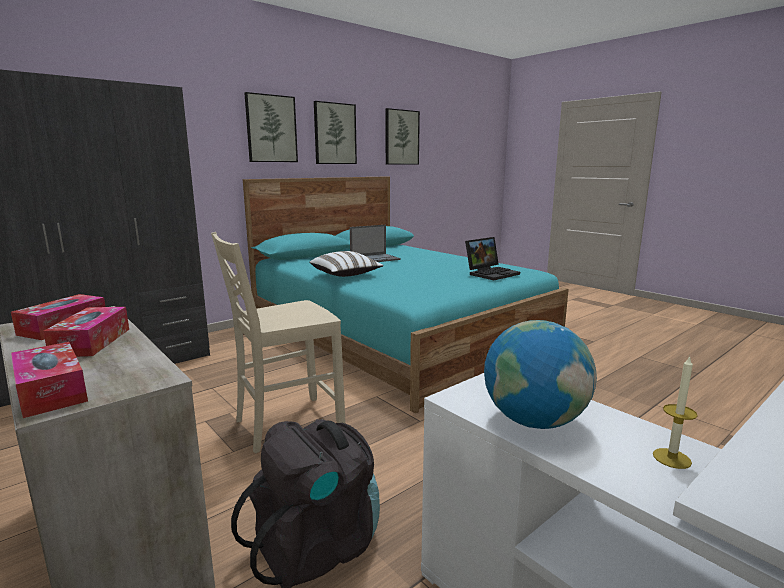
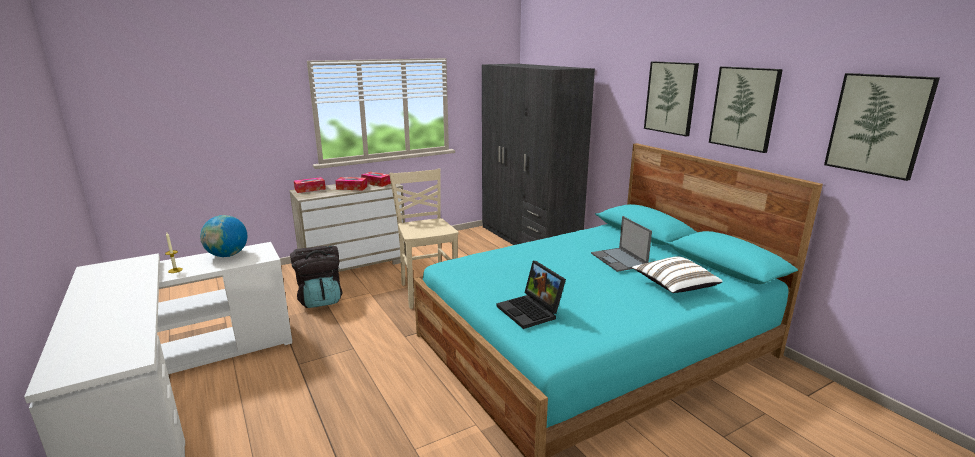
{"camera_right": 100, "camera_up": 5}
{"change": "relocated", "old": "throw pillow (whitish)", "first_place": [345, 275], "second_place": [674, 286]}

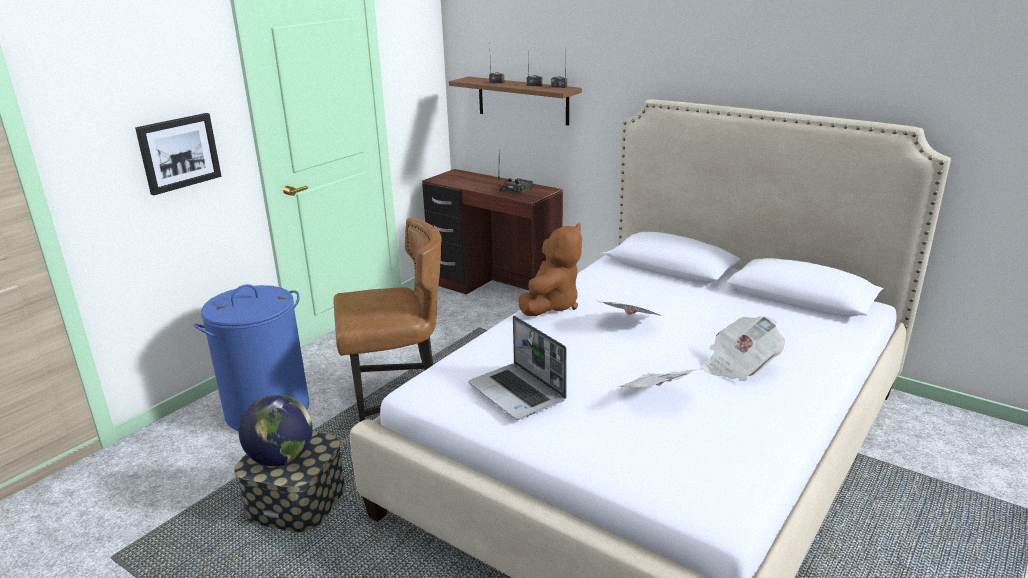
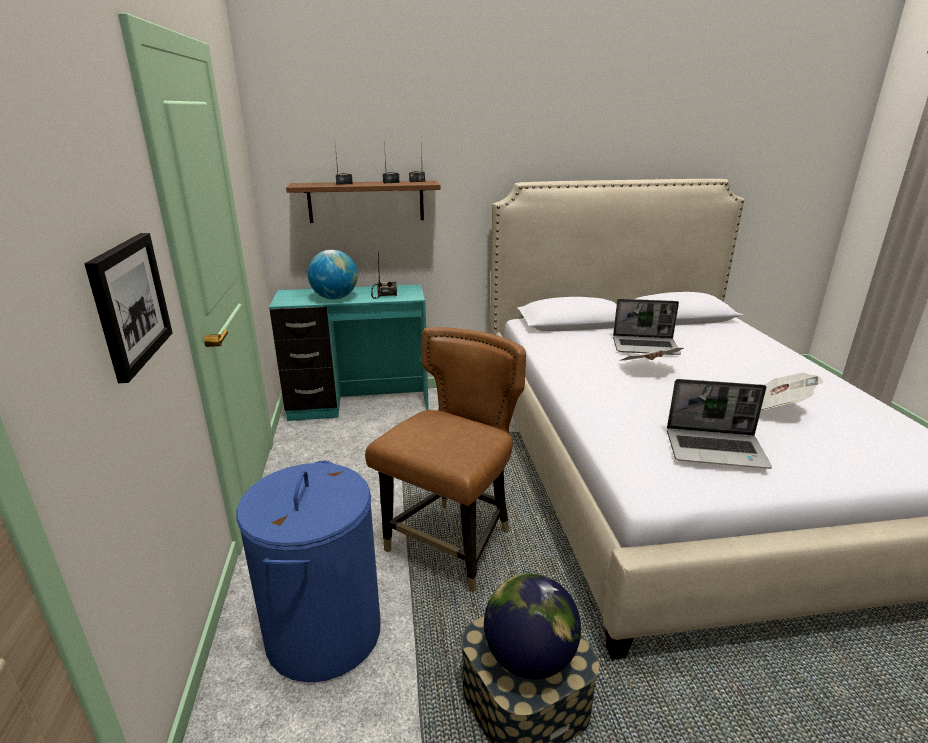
{"camera_right": -45, "camera_up": 0}
{"change": "colour", "old": "desk (brown)", "new": "desk (blue-green)", "first_place": [494, 291], "second_place": [359, 406]}
{"change": "missing", "old": "plush toy (brown)", "first_place": [551, 305]}
{"change": "missing", "old": "newspaper", "first_place": [739, 366]}
{"change": "appeared", "new": "world globe", "second_place": [335, 298]}
{"change": "appeared", "new": "portable computer", "second_place": [646, 346]}

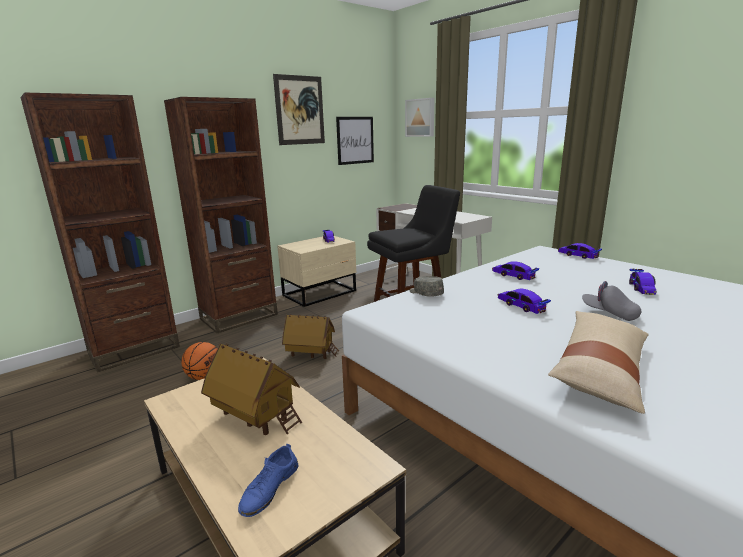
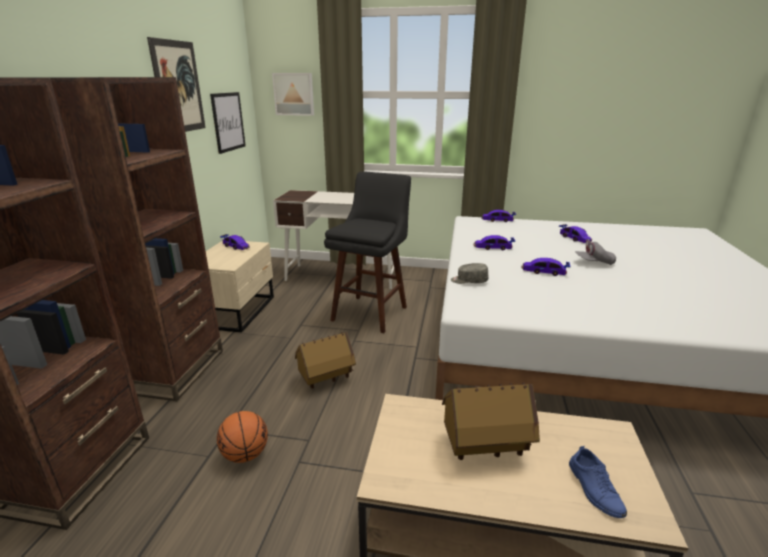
{"camera_right": -40, "camera_up": 5}
{"change": "missing", "old": "throw pillow (beige)", "first_place": [600, 370]}

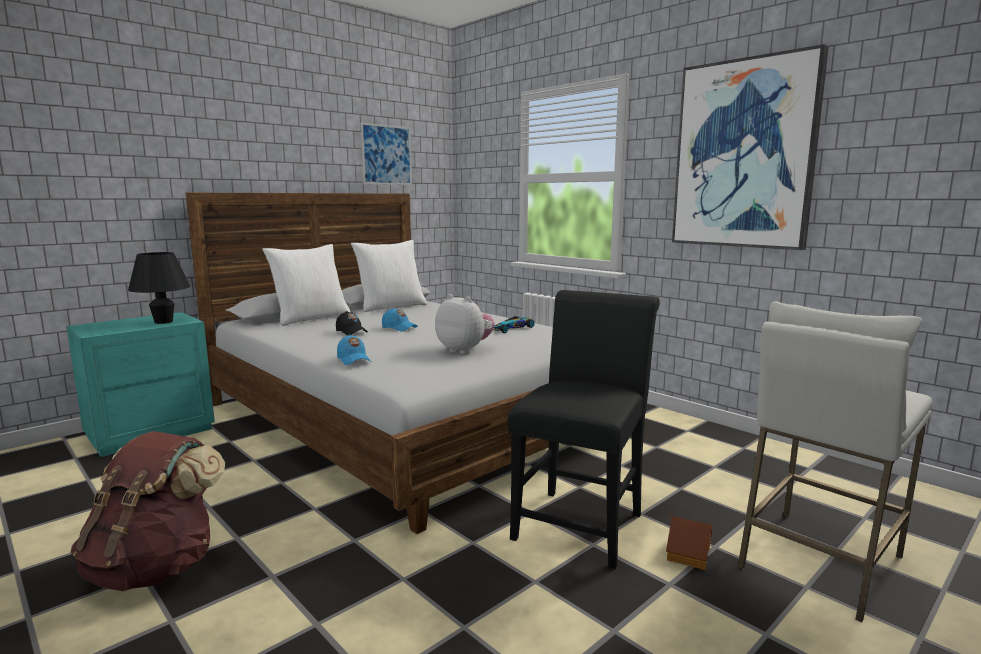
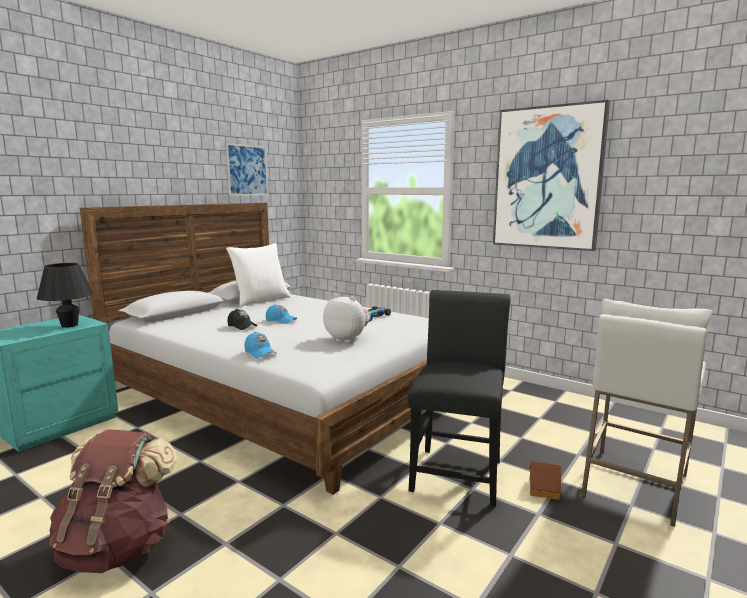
{"camera_right": -10, "camera_up": 0}
{"change": "missing", "old": "throw pillow (whitish)", "first_place": [311, 318]}

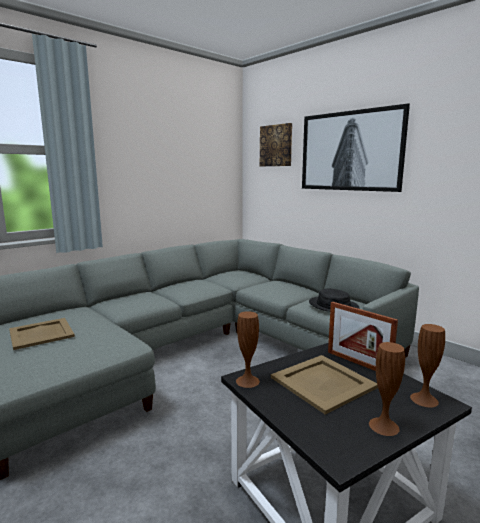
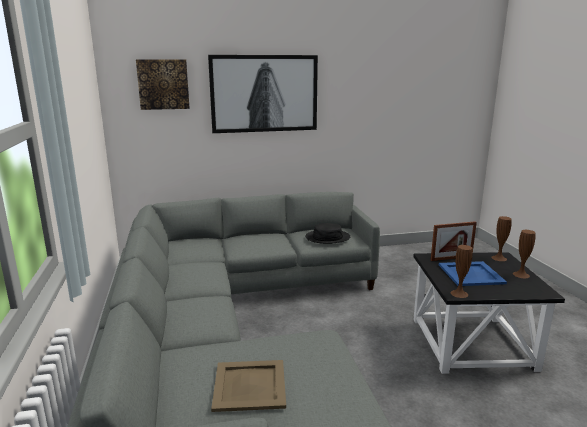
{"camera_right": -60, "camera_up": 5}
{"change": "colour", "old": "carrying tray (beige)", "new": "carrying tray (blue-coloured)", "first_place": [322, 382], "second_place": [470, 274]}

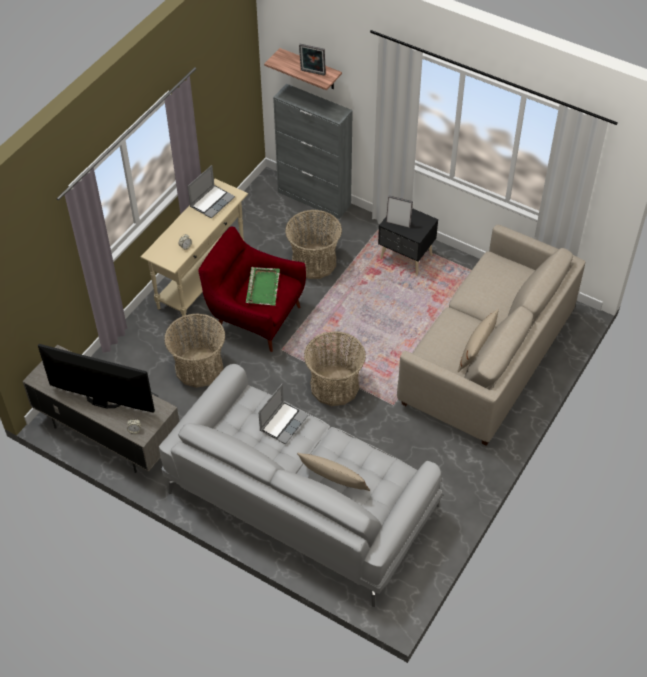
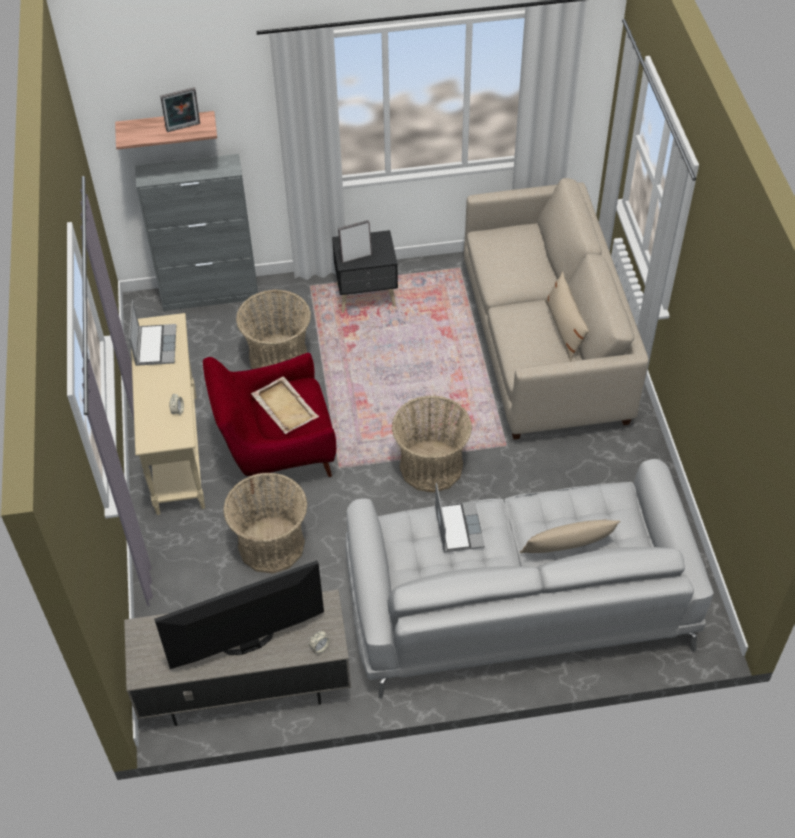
{"camera_right": -40, "camera_up": 0}
{"change": "colour", "old": "carrying tray (green)", "new": "carrying tray (beige)", "first_place": [263, 287], "second_place": [284, 406]}

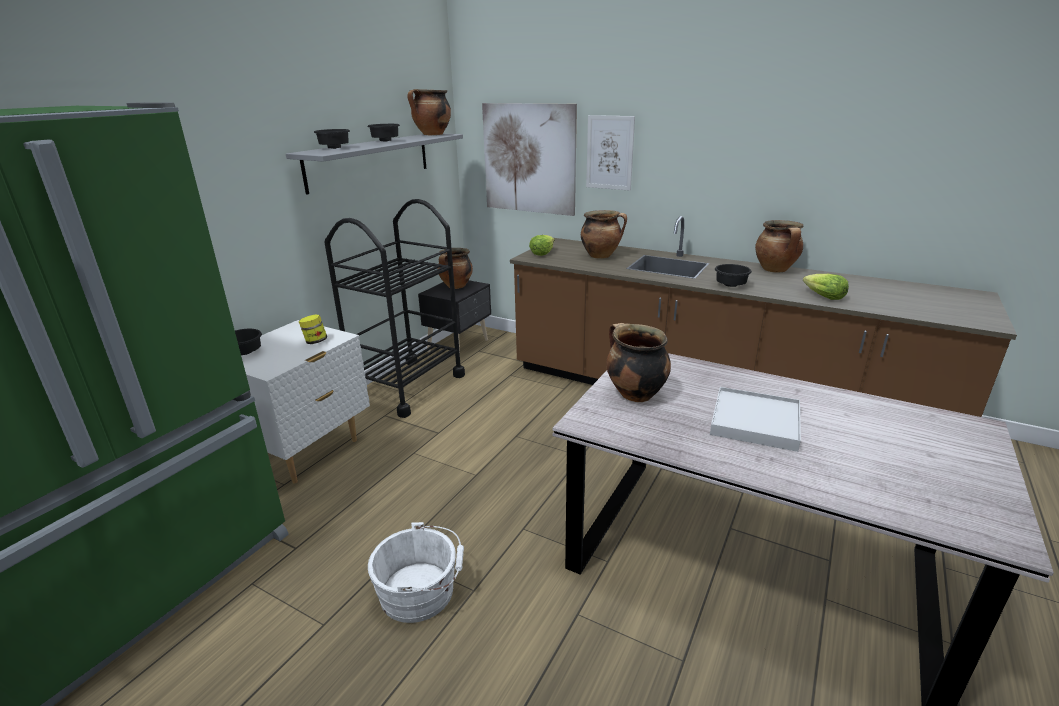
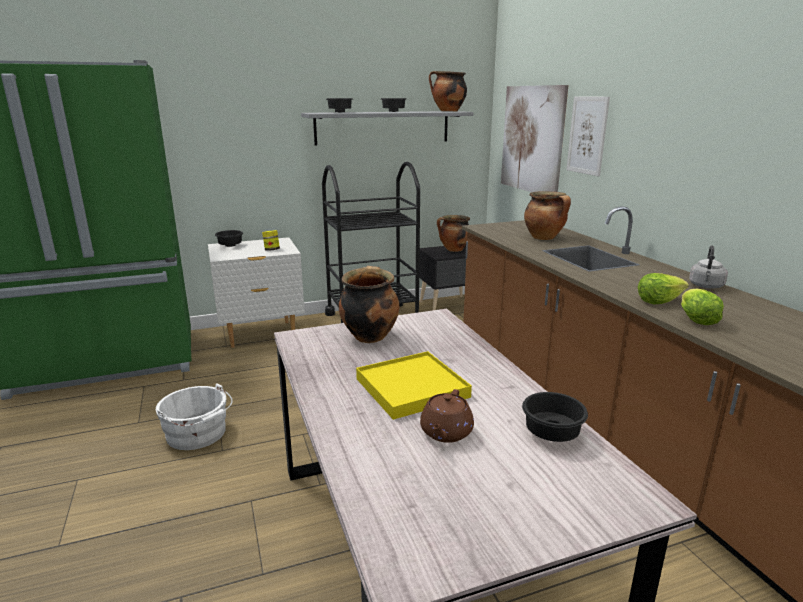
{"camera_right": 40, "camera_up": -5}
{"change": "relocated", "old": "head of lettuce", "first_place": [542, 253], "second_place": [658, 301]}
{"change": "colour", "old": "carrying tray (whitish)", "new": "carrying tray (yellowish)", "first_place": [755, 422], "second_place": [412, 388]}
{"change": "relocated", "old": "deep dish (black)", "first_place": [730, 285], "second_place": [552, 432]}
{"change": "exchanged", "old": "cooking pot", "new": "water kettle (gray)", "first_place": [776, 270], "second_place": [706, 286]}
{"change": "appeared", "new": "pot for tea (brown)", "second_place": [446, 433]}

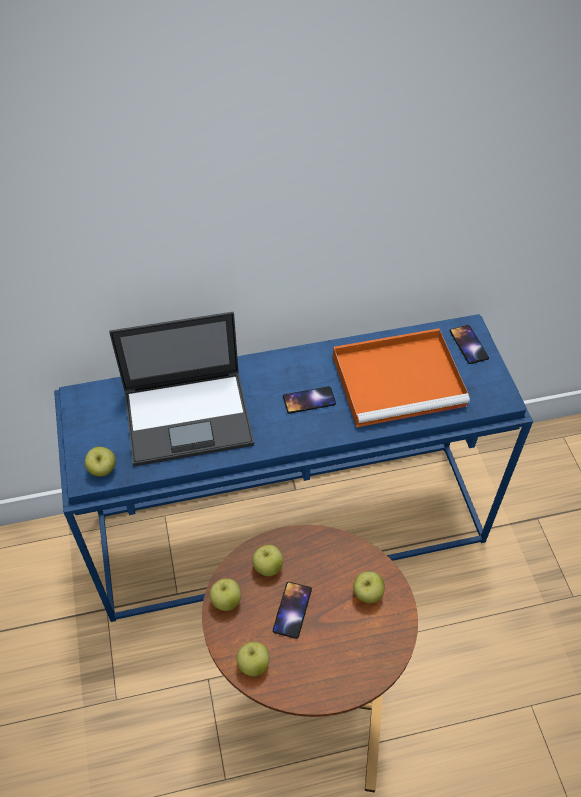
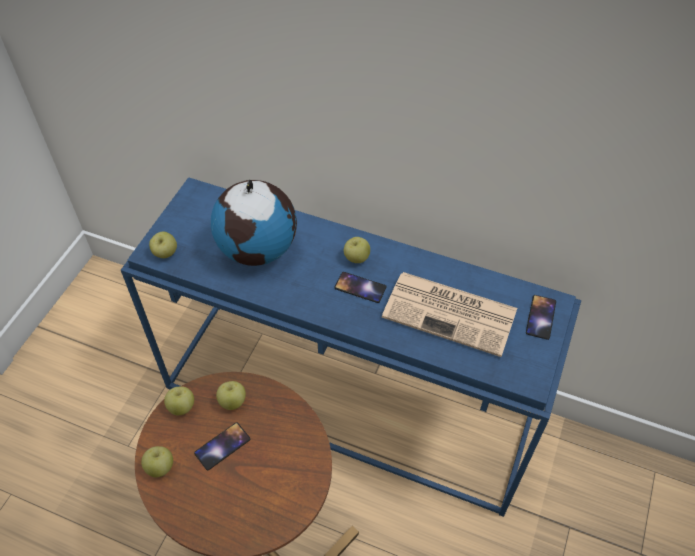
{"camera_right": 35, "camera_up": 0}
{"change": "exchanged", "old": "portable computer", "new": "world globe", "first_place": [189, 416], "second_place": [258, 249]}
{"change": "exchanged", "old": "carrying tray (orangey)", "new": "newspaper", "first_place": [400, 379], "second_place": [452, 313]}
{"change": "relocated", "old": "apple fruit", "first_place": [367, 594], "second_place": [356, 258]}

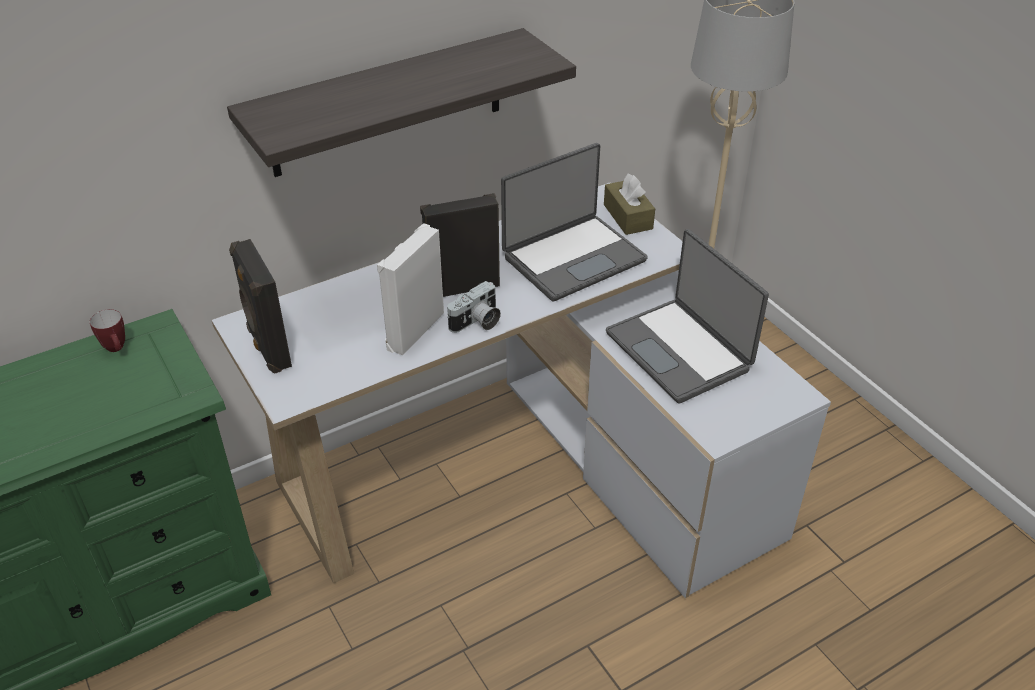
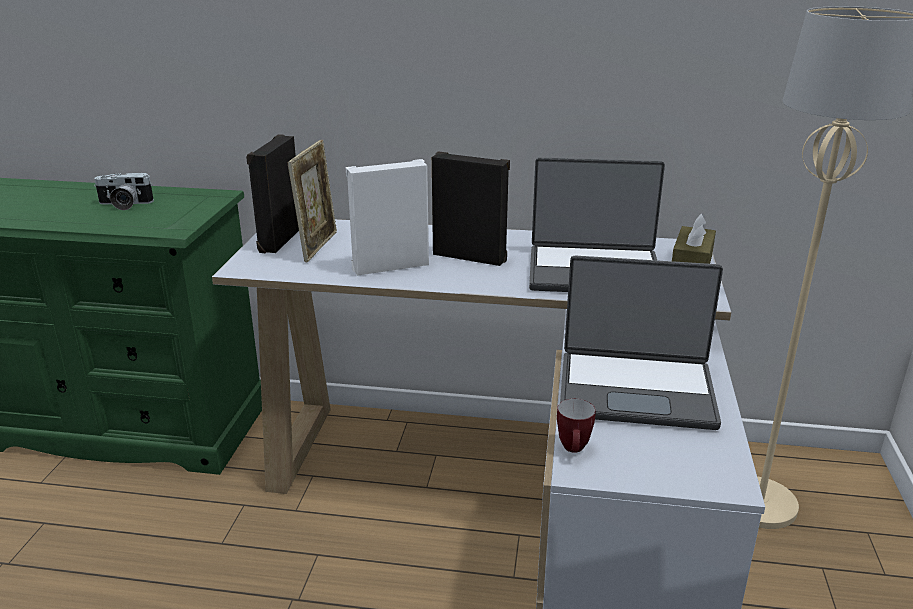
{"camera_right": 40, "camera_up": -15}
{"change": "relocated", "old": "tea mug", "first_place": [117, 349], "second_place": [574, 450]}
{"change": "missing", "old": "shelf", "first_place": [387, 103]}
{"change": "relocated", "old": "still camera", "first_place": [477, 322], "second_place": [124, 205]}
{"change": "spun", "old": "portable computer", "first_place": [680, 351], "second_place": [636, 390], "degrees": -90}
{"change": "appeared", "new": "photo frame", "second_place": [318, 246]}

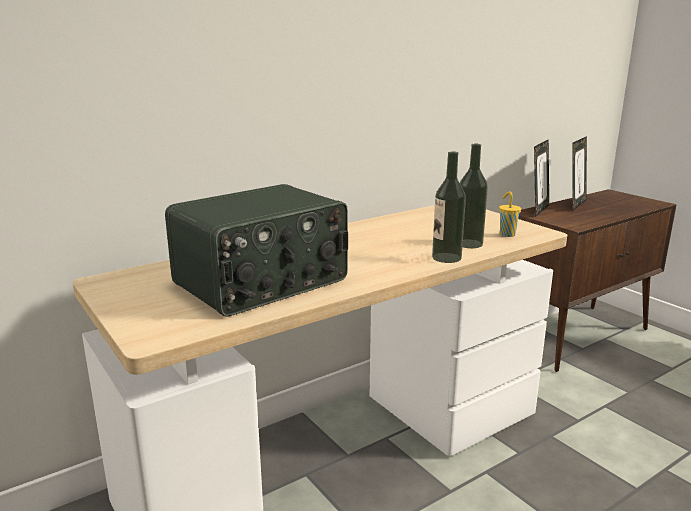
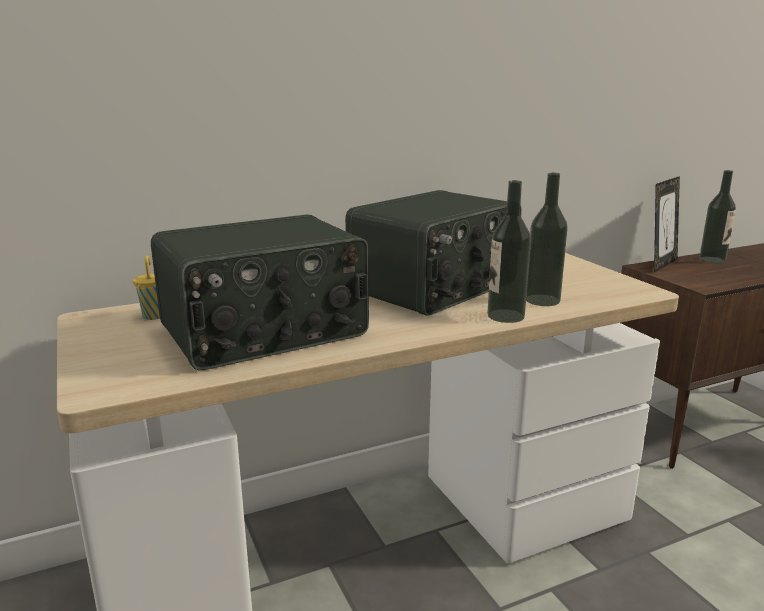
{"camera_right": 10, "camera_up": 0}
{"change": "relocated", "old": "small cup (yellowish)", "first_place": [506, 234], "second_place": [154, 316]}
{"change": "exchanged", "old": "photo frame", "new": "drink bottle", "first_place": [575, 204], "second_place": [712, 260]}
{"change": "appeared", "new": "radio set", "second_place": [436, 287]}

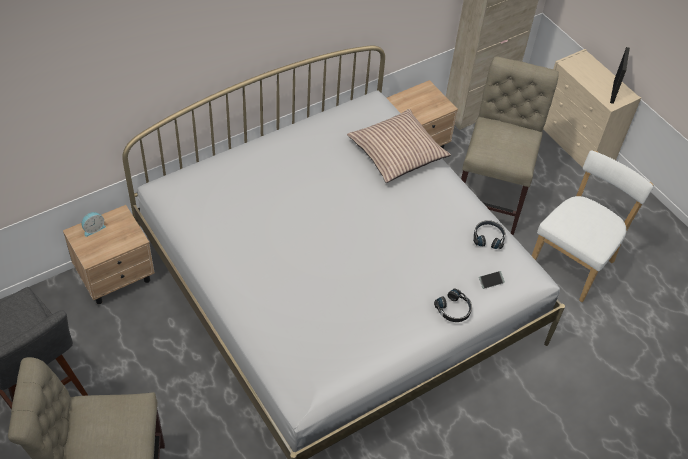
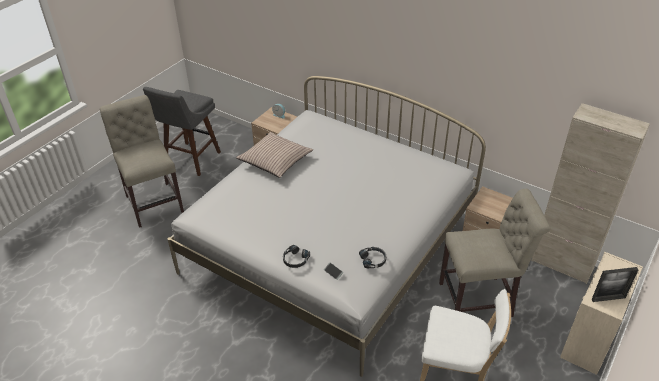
{"camera_right": 70, "camera_up": -10}
{"change": "relocated", "old": "throw pillow", "first_place": [397, 153], "second_place": [275, 160]}

